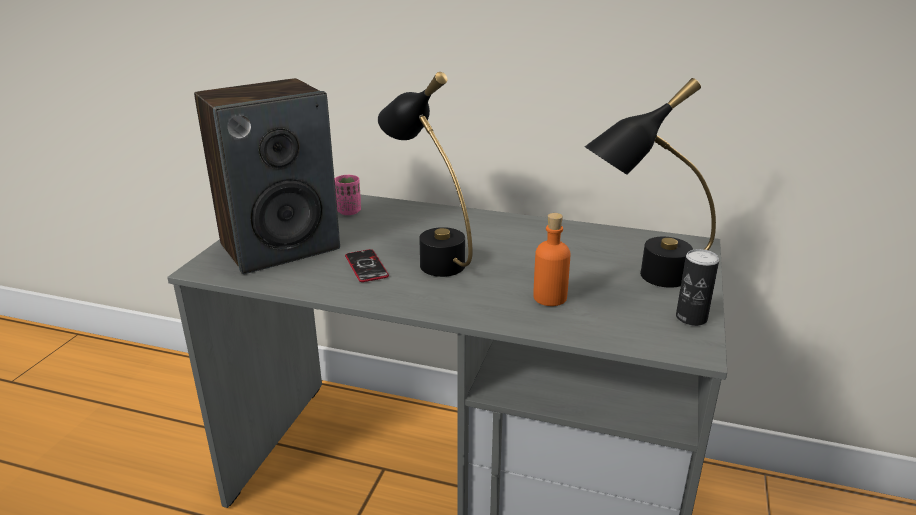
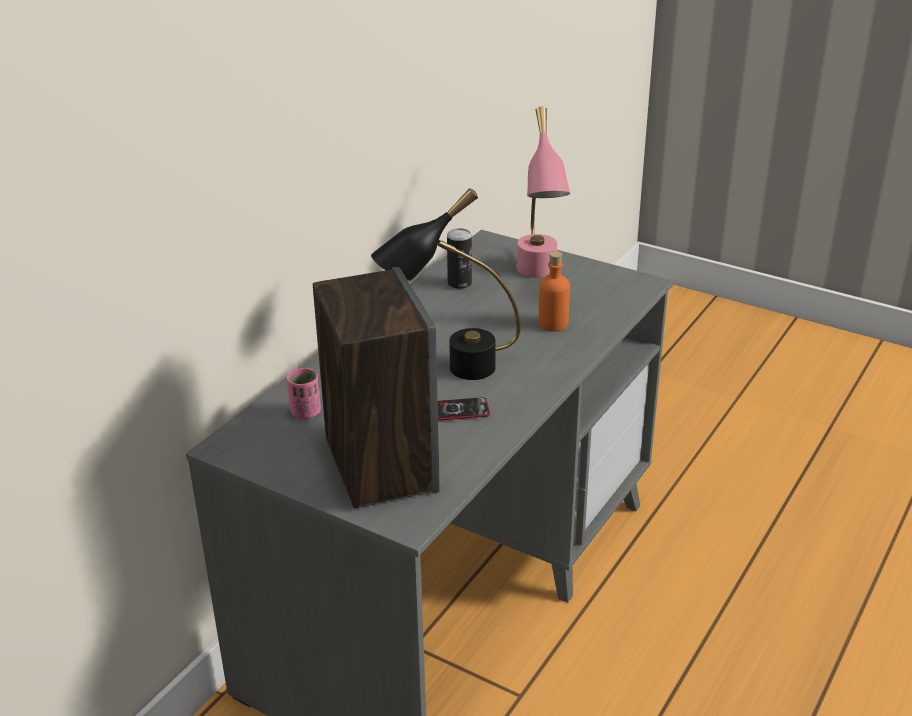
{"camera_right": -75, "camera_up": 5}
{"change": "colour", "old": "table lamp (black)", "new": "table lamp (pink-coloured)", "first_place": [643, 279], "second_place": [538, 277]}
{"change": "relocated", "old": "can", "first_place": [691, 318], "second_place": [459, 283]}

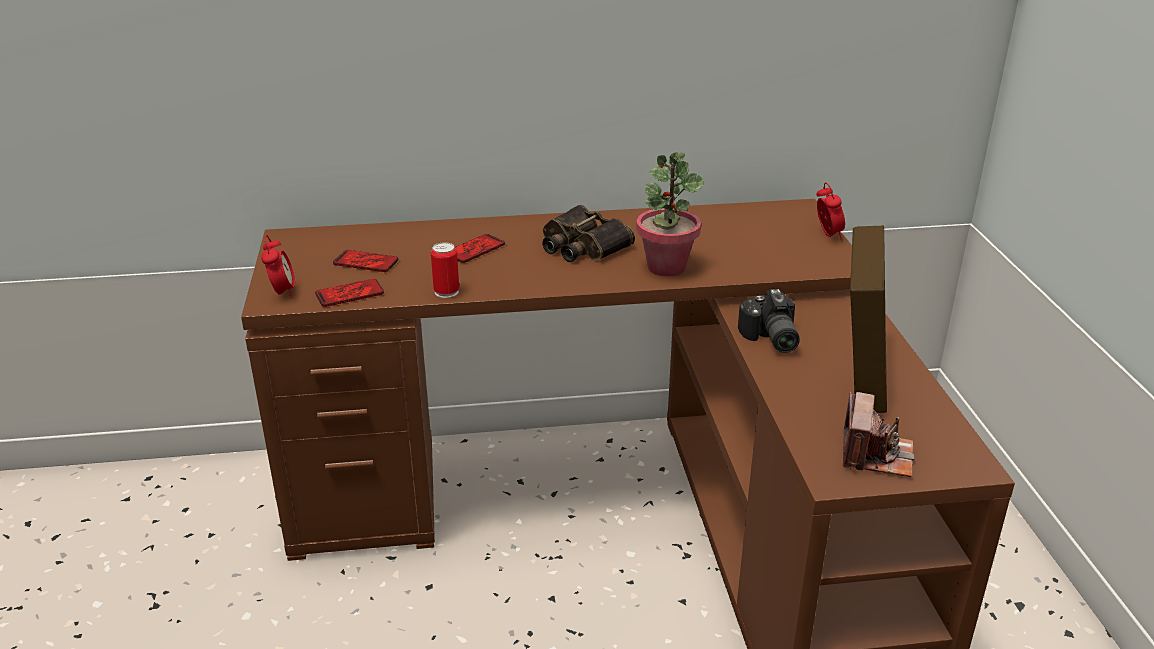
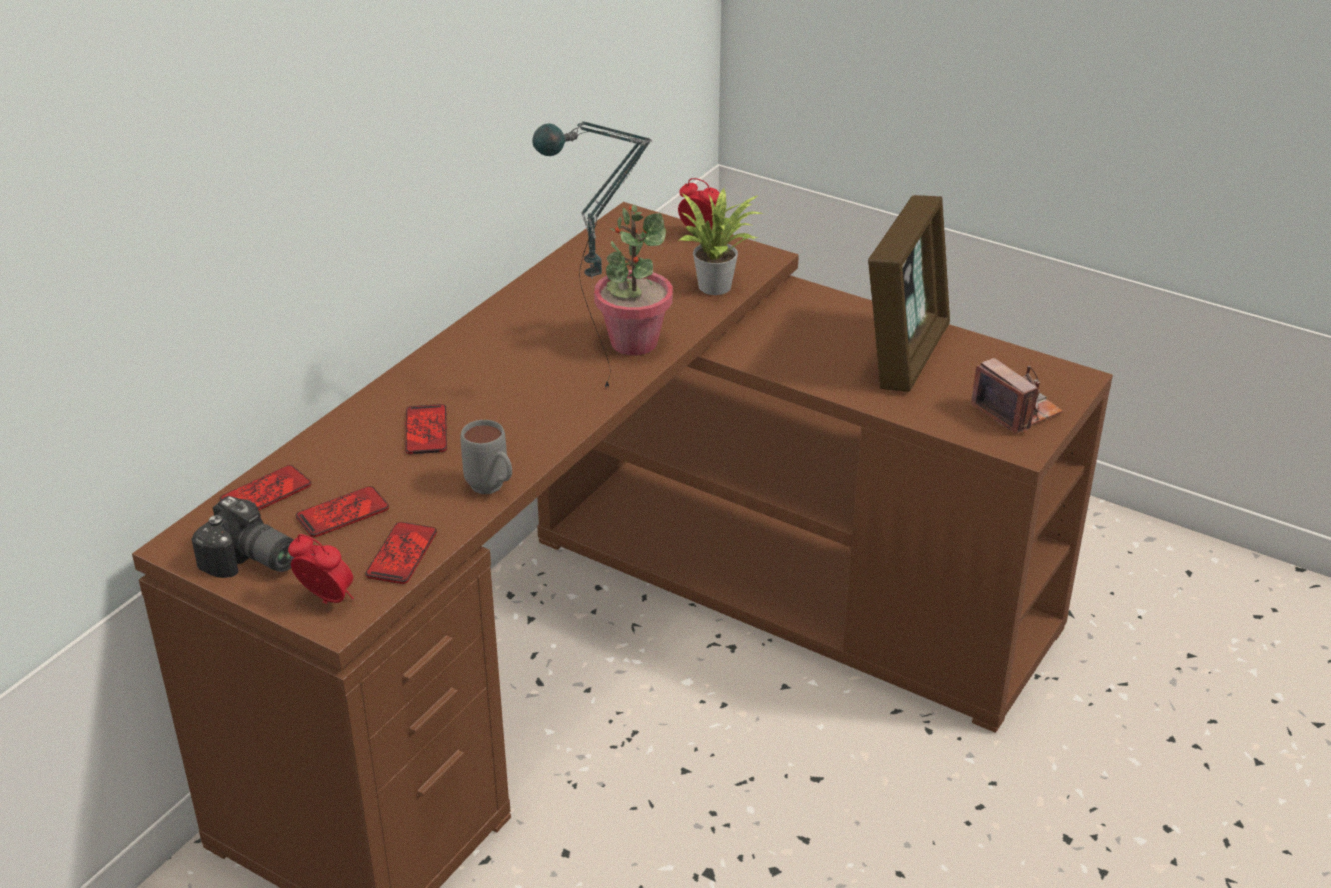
{"camera_right": -50, "camera_up": 5}
{"change": "exchanged", "old": "can", "new": "tea mug (gray)", "first_place": [446, 292], "second_place": [492, 489]}
{"change": "missing", "old": "binoculars", "first_place": [581, 246]}
{"change": "relocated", "old": "still camera", "first_place": [769, 339], "second_place": [251, 562]}
{"change": "spun", "old": "photo frame", "first_place": [860, 375], "second_place": [905, 354], "degrees": 60}
{"change": "appeared", "new": "telephone", "second_place": [266, 493]}
{"change": "appeared", "new": "table lamp", "second_place": [600, 401]}
{"change": "appeared", "new": "potted plant", "second_place": [719, 286]}

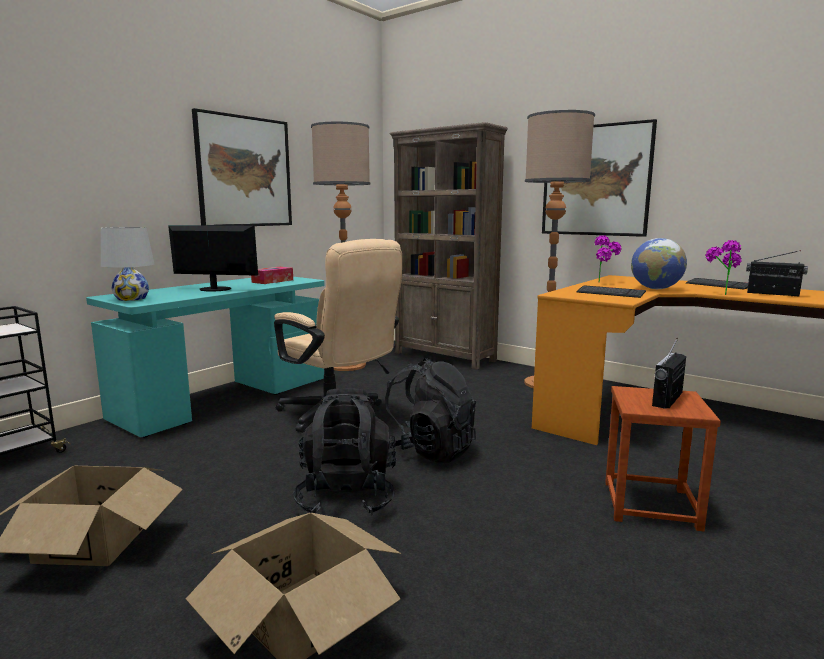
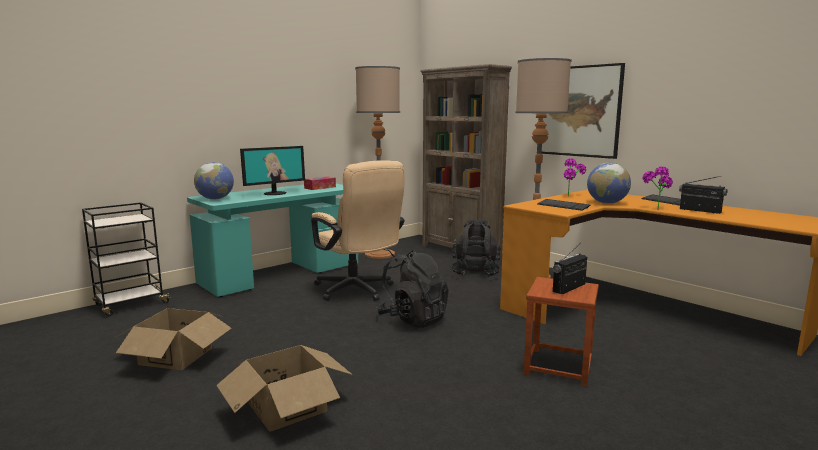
{"camera_right": 10, "camera_up": 0}
{"change": "exchanged", "old": "table lamp (whitish)", "new": "world globe", "first_place": [131, 298], "second_place": [215, 199]}
{"change": "spun", "old": "computer screen", "first_place": [214, 289], "second_place": [275, 193], "degrees": 120}
{"change": "missing", "old": "wall art", "first_place": [244, 172]}
{"change": "relocated", "old": "backpack (black)", "first_place": [347, 496], "second_place": [475, 273]}

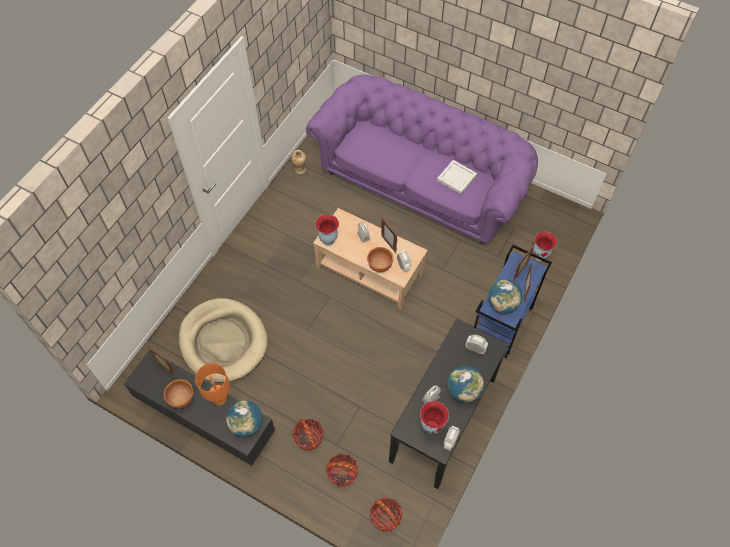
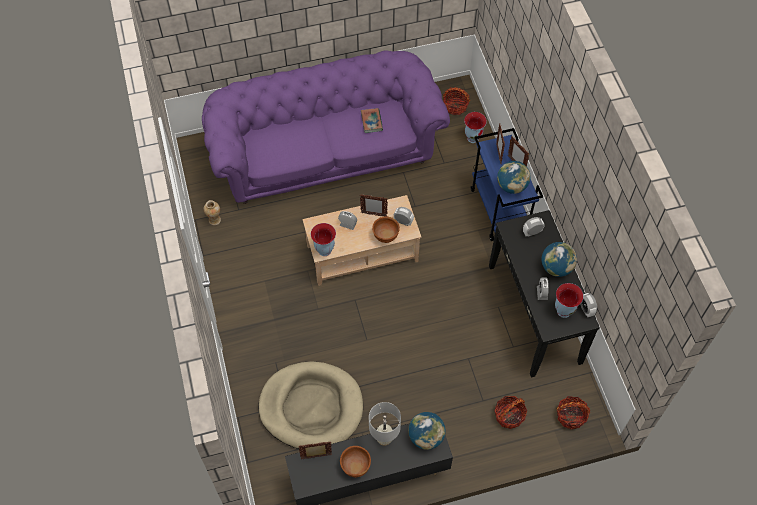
{"camera_right": -45, "camera_up": 0}
{"change": "colour", "old": "table lamp (orangey)", "new": "table lamp (whitish)", "first_place": [219, 398], "second_place": [384, 438]}
{"change": "relocated", "old": "basket", "first_place": [308, 437], "second_place": [455, 106]}
{"change": "exchanged", "old": "carrying tray (whitish)", "new": "book", "first_place": [456, 178], "second_place": [371, 121]}

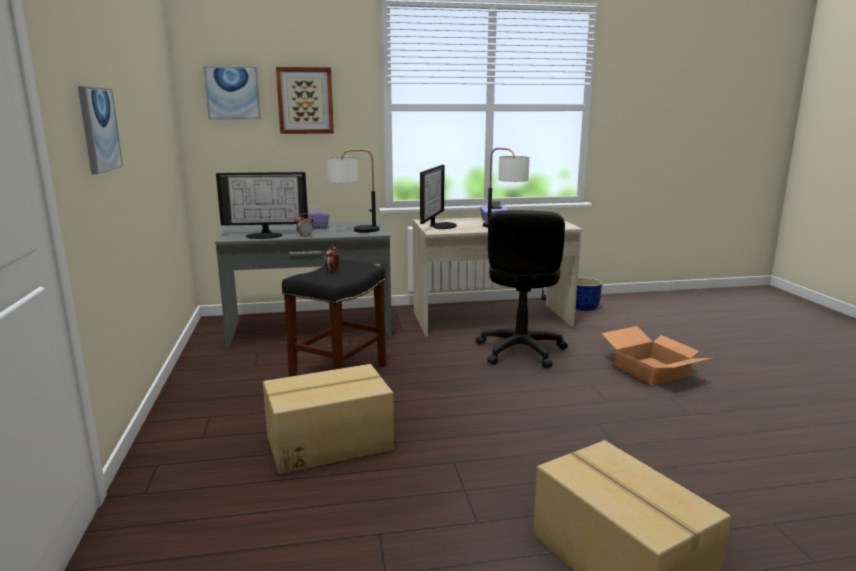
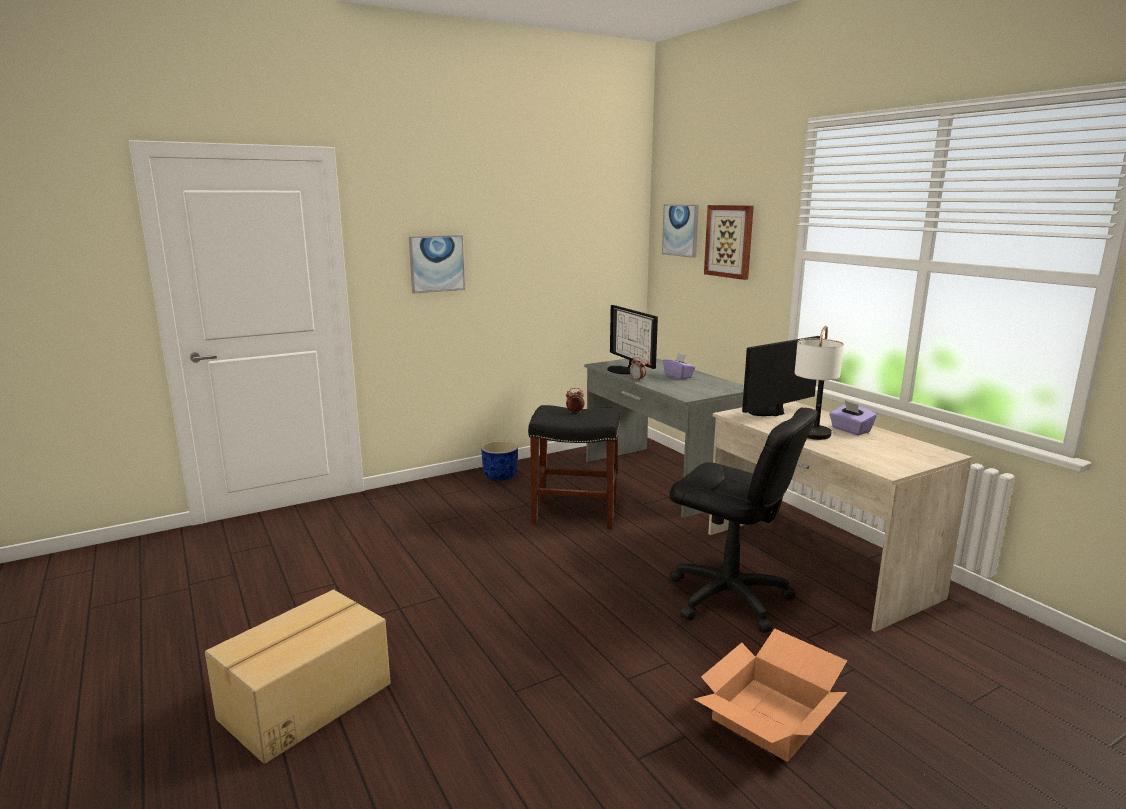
{"camera_right": 70, "camera_up": 0}
{"change": "missing", "old": "carton", "first_place": [328, 442]}
{"change": "missing", "old": "table lamp", "first_place": [353, 230]}
{"change": "spun", "old": "computer screen", "first_place": [440, 225], "second_place": [769, 412], "degrees": 150}
{"change": "spun", "old": "computer chair (black)", "first_place": [520, 351], "second_place": [729, 598], "degrees": -135}
{"change": "relocated", "old": "plant pot (blue-coloured)", "first_place": [583, 307], "second_place": [501, 476]}

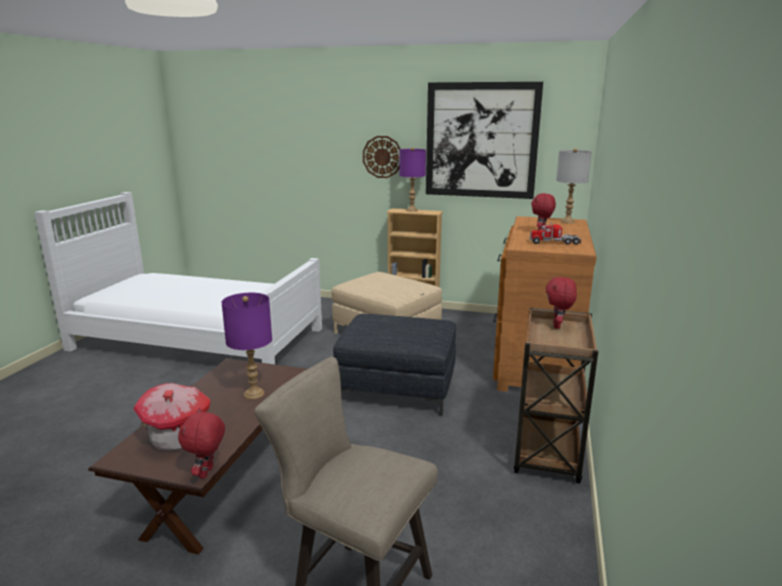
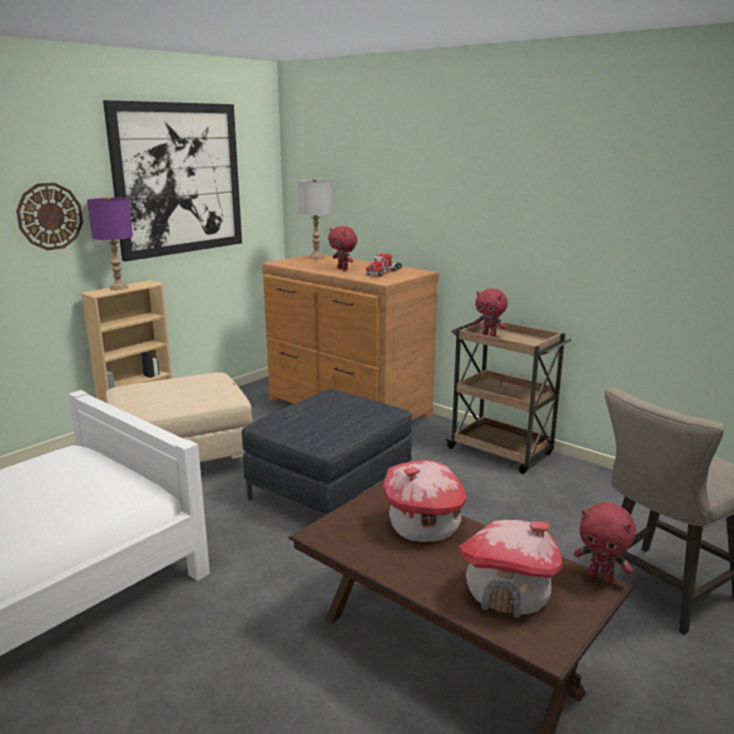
{"camera_right": -65, "camera_up": 0}
{"change": "exchanged", "old": "table lamp (purple-coloured)", "new": "model house", "first_place": [253, 394], "second_place": [424, 527]}

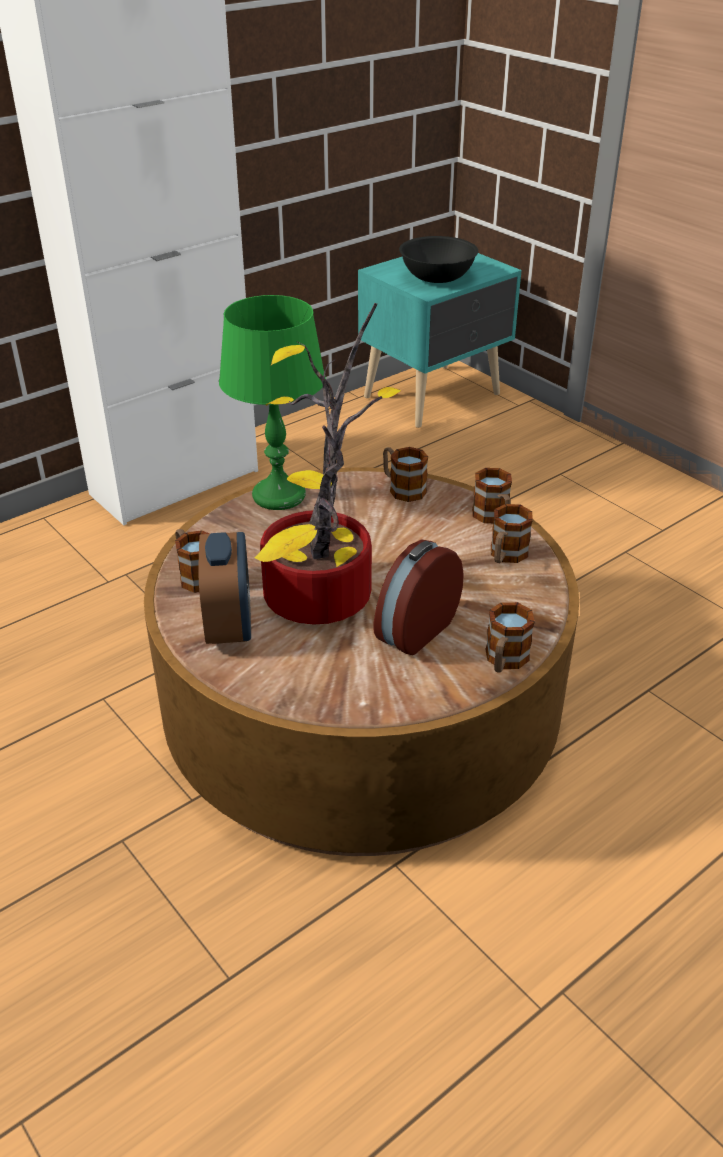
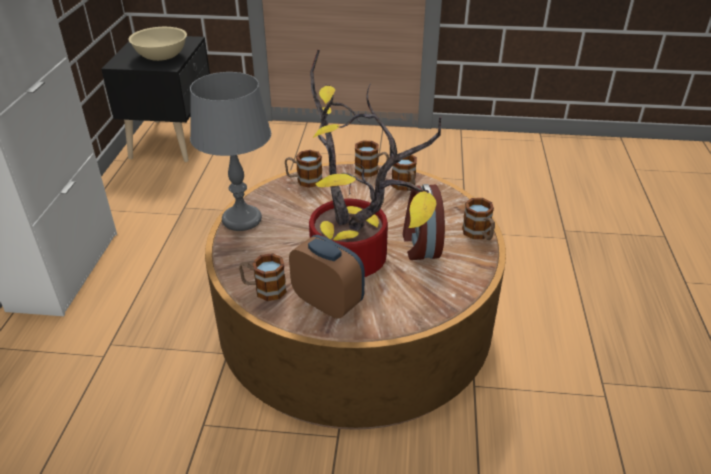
{"camera_right": -45, "camera_up": 0}
{"change": "colour", "old": "table lamp (green)", "new": "table lamp (gray)", "first_place": [279, 496], "second_place": [242, 219]}
{"change": "colour", "old": "nightstand (blue-green)", "new": "nightstand (black)", "first_place": [435, 396], "second_place": [173, 140]}
{"change": "colour", "old": "deep dish (black)", "new": "deep dish (beige)", "first_place": [437, 278], "second_place": [162, 56]}

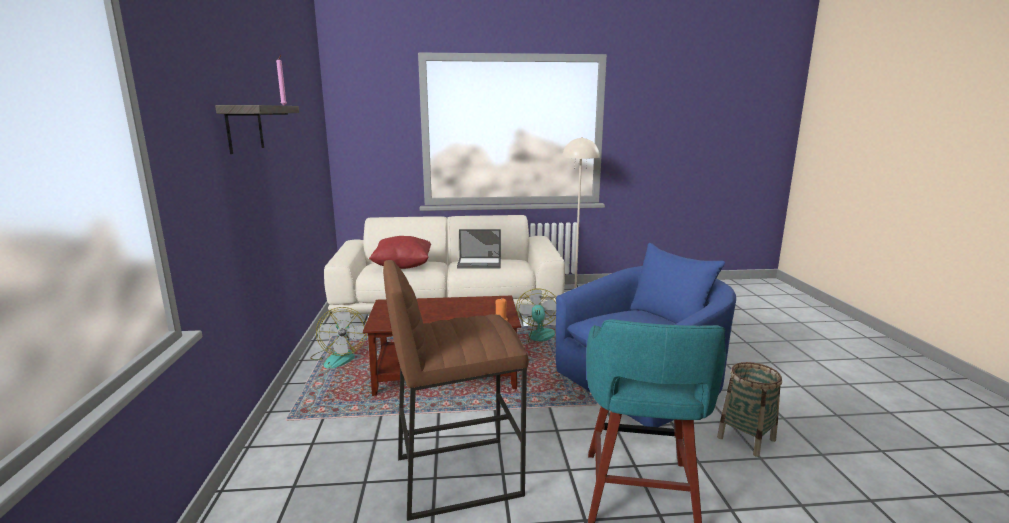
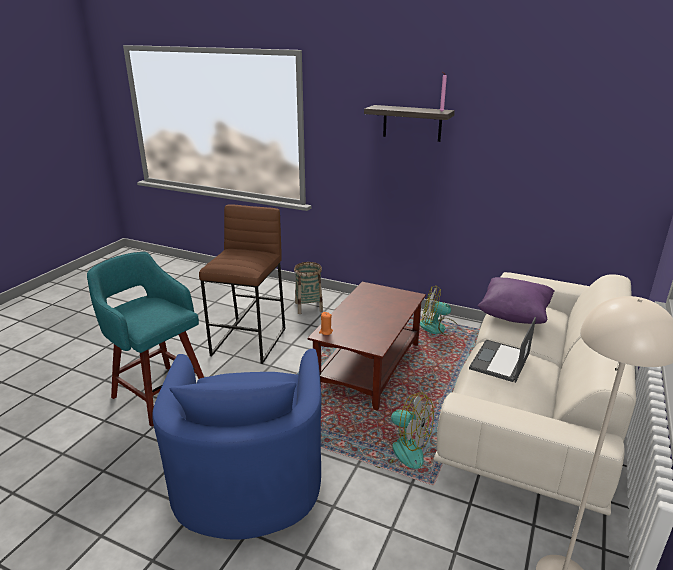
{"camera_right": 120, "camera_up": 10}
{"change": "colour", "old": "throw pillow (red-coloured)", "new": "throw pillow (purple-coloured)", "first_place": [403, 266], "second_place": [514, 315]}
{"change": "relocated", "old": "basket", "first_place": [746, 439], "second_place": [308, 307]}

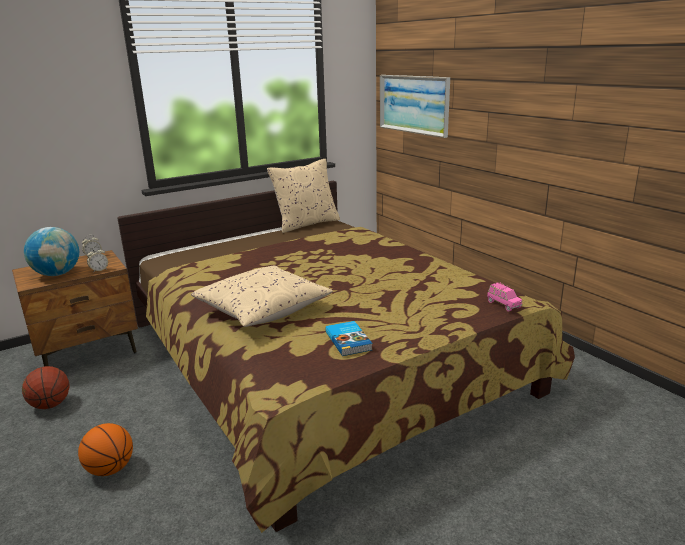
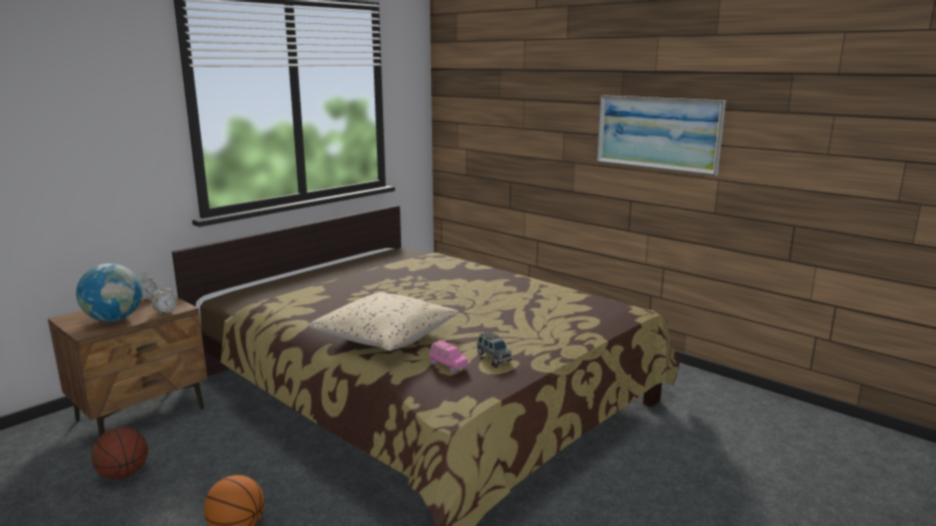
{"camera_right": -15, "camera_up": -5}
{"change": "missing", "old": "throw pillow (beige)", "first_place": [306, 224]}
{"change": "exchanged", "old": "book", "new": "toy car (gray)", "first_place": [349, 340], "second_place": [493, 357]}
{"change": "relocated", "old": "wall art", "first_place": [413, 104], "second_place": [657, 133]}
{"change": "relocated", "old": "toy car (pink-coloured)", "first_place": [503, 304], "second_place": [448, 366]}

